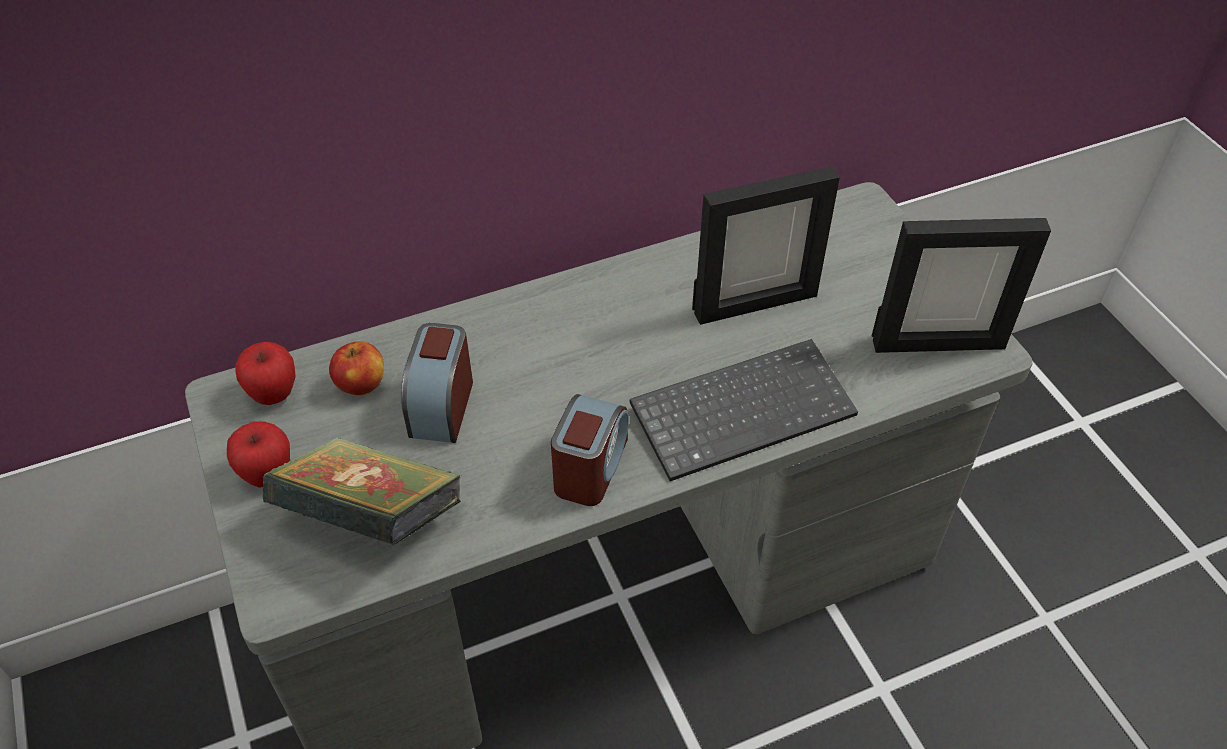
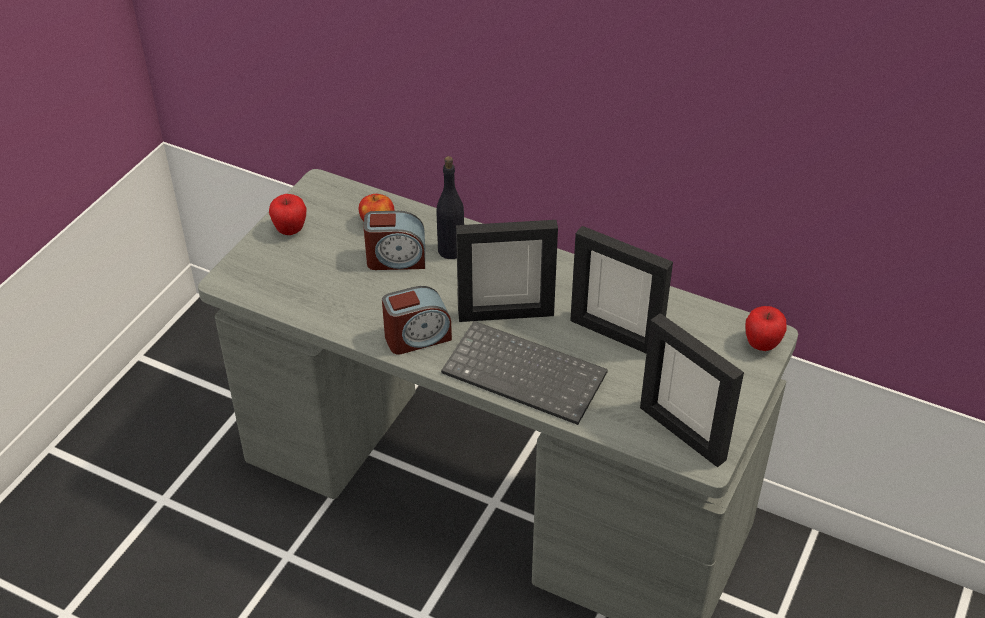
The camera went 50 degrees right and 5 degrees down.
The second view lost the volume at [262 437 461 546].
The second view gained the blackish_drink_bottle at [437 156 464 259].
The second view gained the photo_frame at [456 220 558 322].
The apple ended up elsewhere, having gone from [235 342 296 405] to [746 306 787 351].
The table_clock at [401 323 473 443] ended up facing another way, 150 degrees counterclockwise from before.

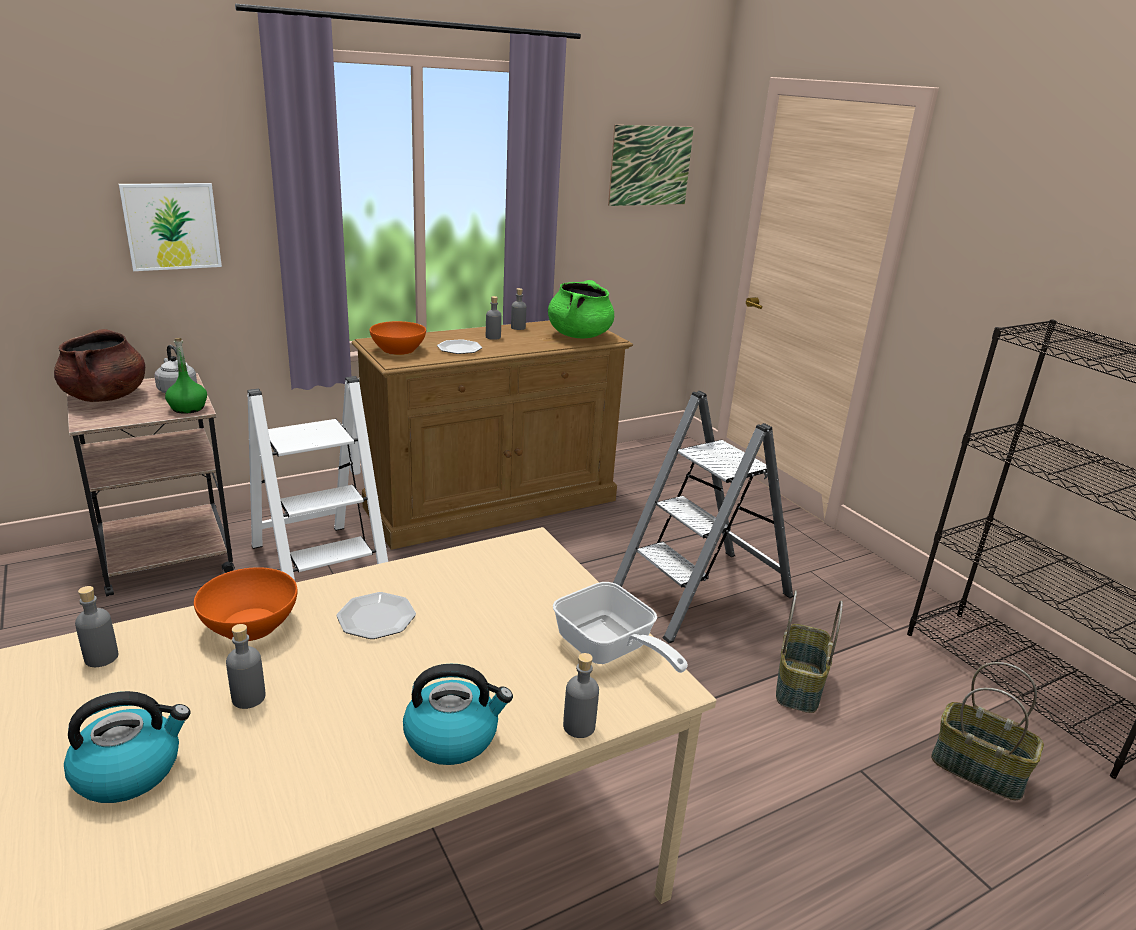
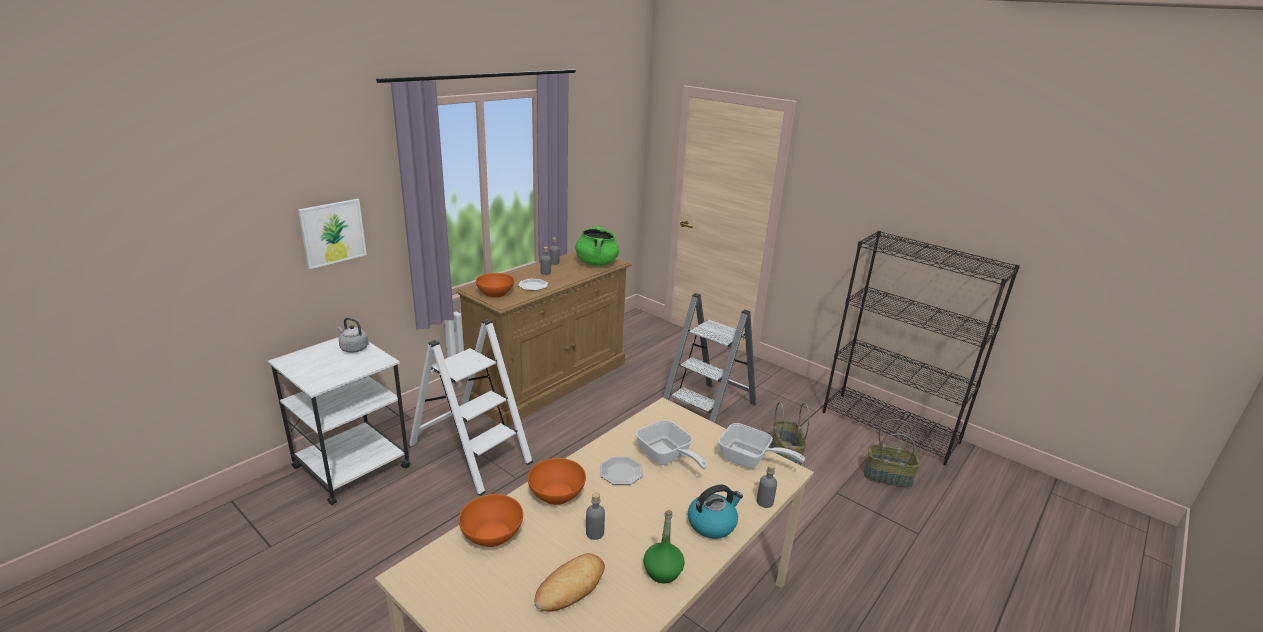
The camera went 20 degrees left and 0 degrees up.
The second view lost the brown_cooking_pot at [54 329 145 402].
The second view lost the picture at [608 125 694 206].
The second view gained the skillet at [636 420 708 469].
The green_drink_bottle ended up elsewhere, having gone from [165 338 207 414] to [644 510 685 583].
Where the water_kettle stood at [64 691 191 803], the bread came to stand at [534 553 605 612].
Where the greyish_drink_bottle stood at [75 586 118 667], the orange_serving_bowl came to stand at [459 494 523 547].
What was the brown_wheeled_cart at [67 373 235 597] turned into the white_wheeled_cart at [268 337 410 505].

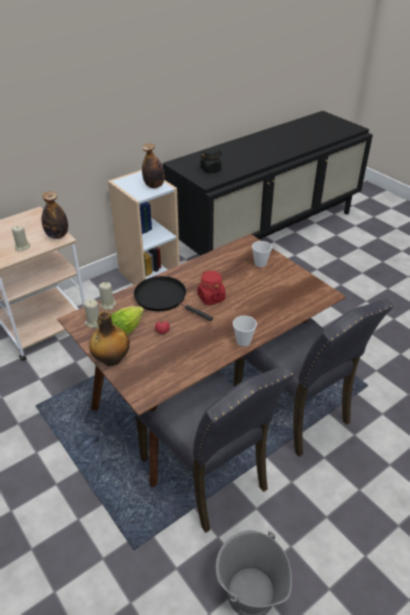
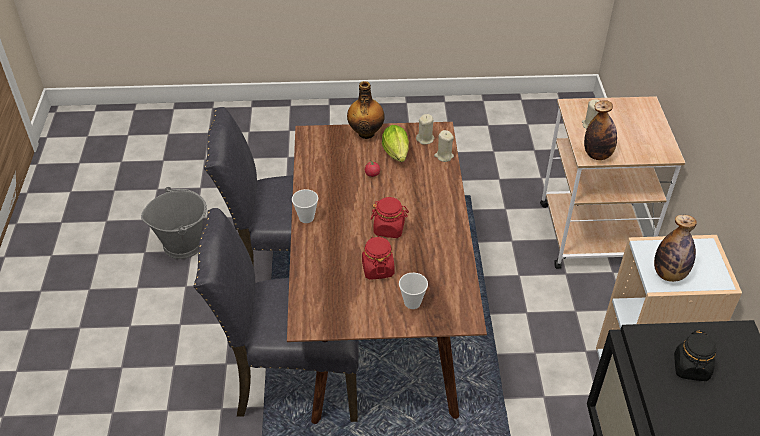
The camera went 125 degrees right and 5 degrees up.
The second view lost the blackish_skillet at [134 276 213 321].
The second view gained the reddish_storage_jar at [362 236 394 280].

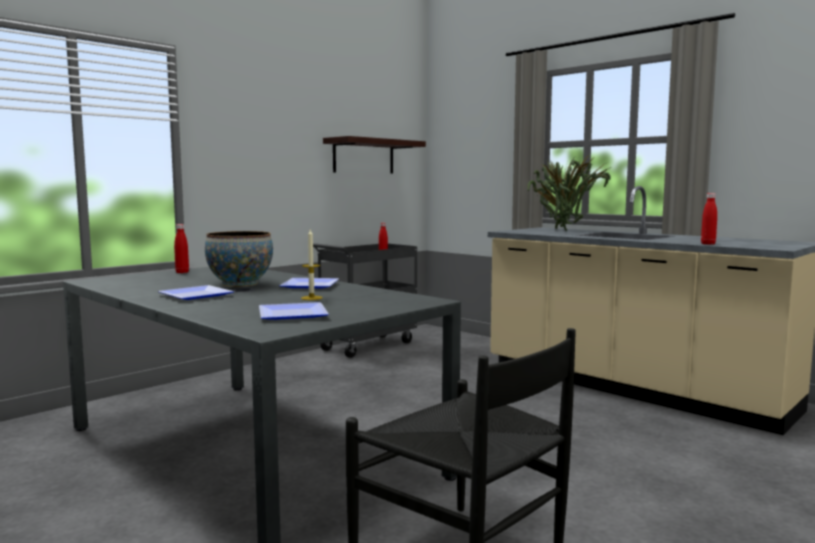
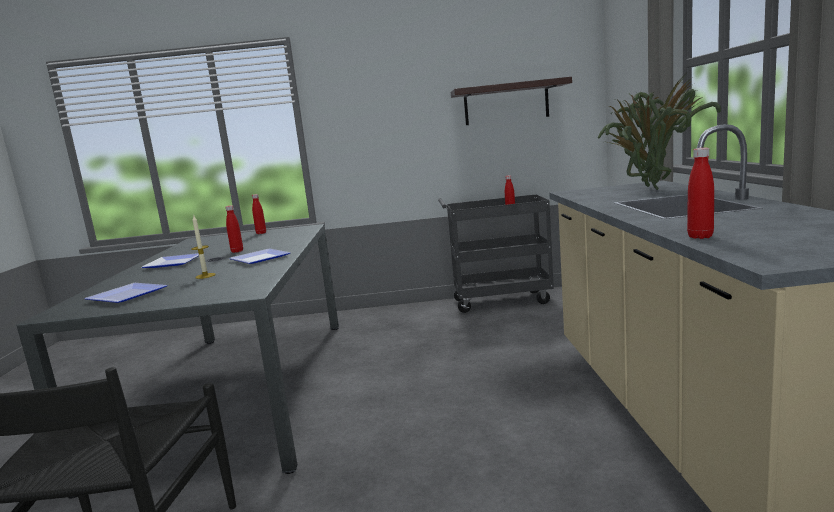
The camera went 45 degrees right and 5 degrees up.
Where the serving_bowl stood at [205 231 273 287], the reddish_drink_bottle came to stand at [226 206 243 253].

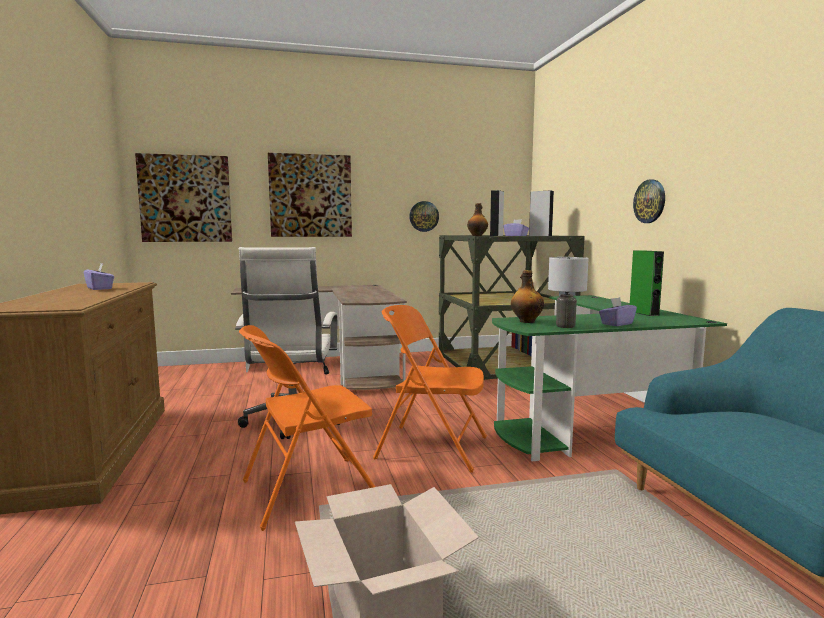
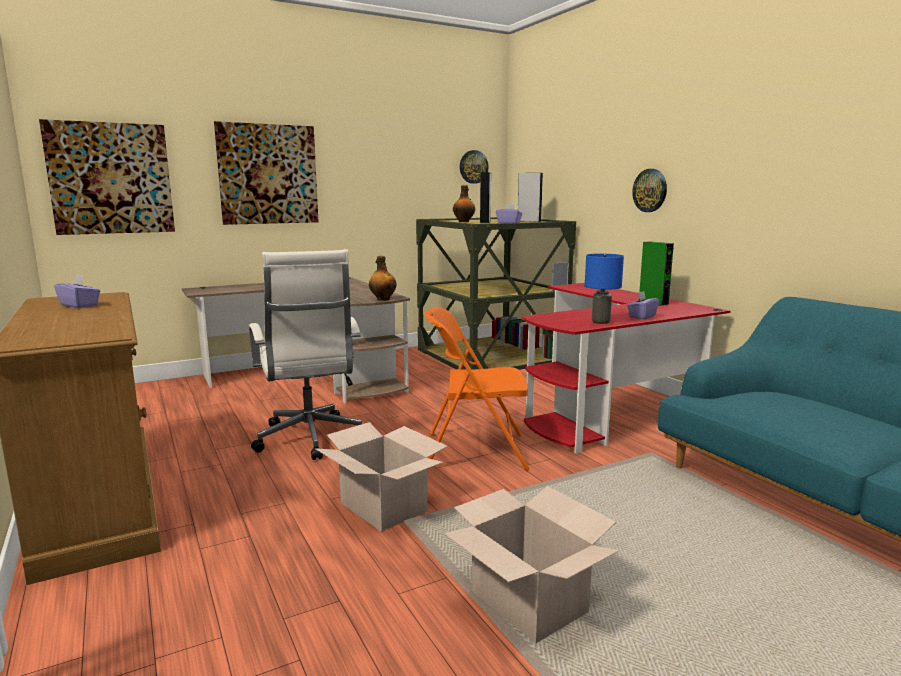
The camera went 15 degrees left and 5 degrees up.
The hanging_clock ended up elsewhere, having gone from [409 201 439 232] to [460 150 489 184].
The drink_bottle ended up elsewhere, having gone from [511 270 544 323] to [369 256 396 301].
Where the orange_upright_chair stood at [239 325 375 531], the packing_box came to stand at [315 422 448 532].
What was the green_desk_table at [492 295 727 461] turned into the reddish_desk_table at [522 283 731 454].
What was the white_table_lamp at [548 256 589 328] turned into the bluish_table_lamp at [585 254 624 324].

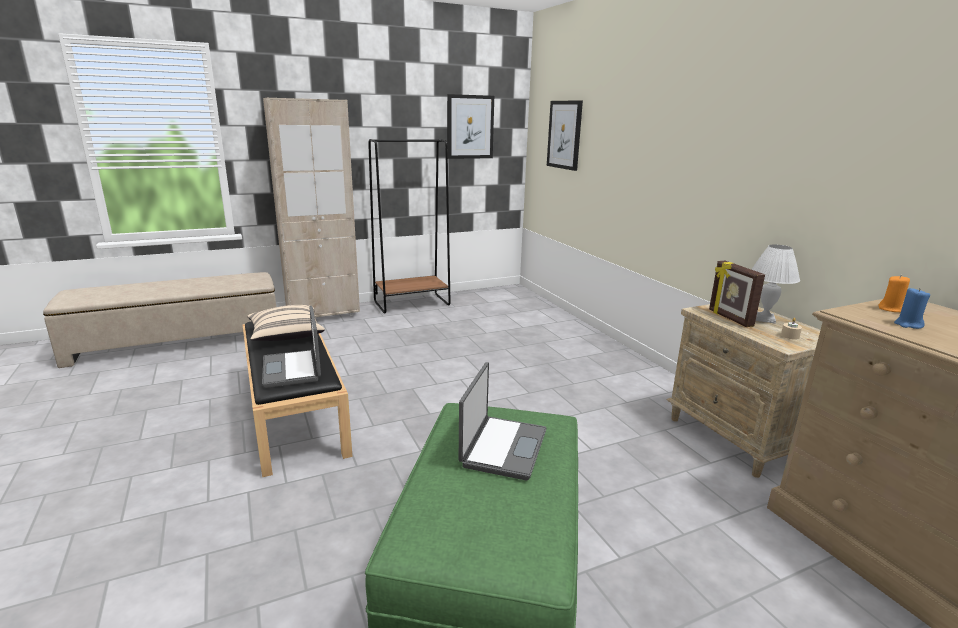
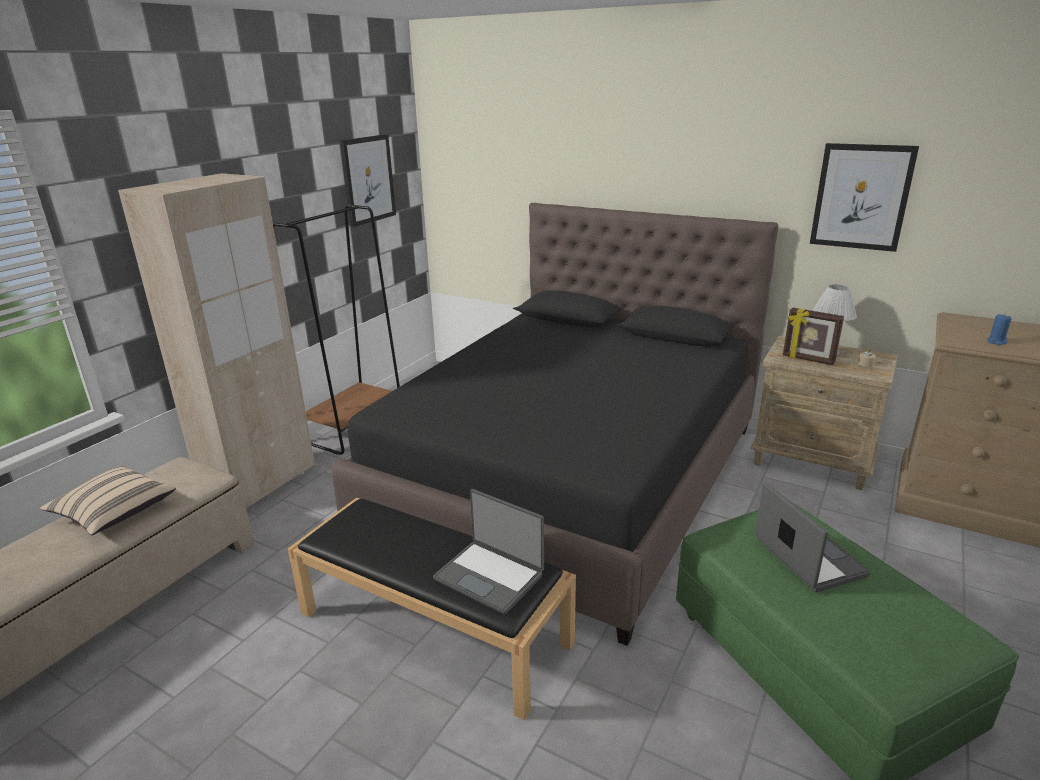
The camera went 35 degrees left and 5 degrees up.
The second view lost the orange_candle at [878 275 910 312].
The second view gained the blackish_bed at [331 203 778 646].
The beige_cushion ended up elsewhere, having gone from [247 305 325 341] to [40 466 176 535].
The picture ended up elsewhere, having gone from [547 100 583 171] to [810 143 919 252].

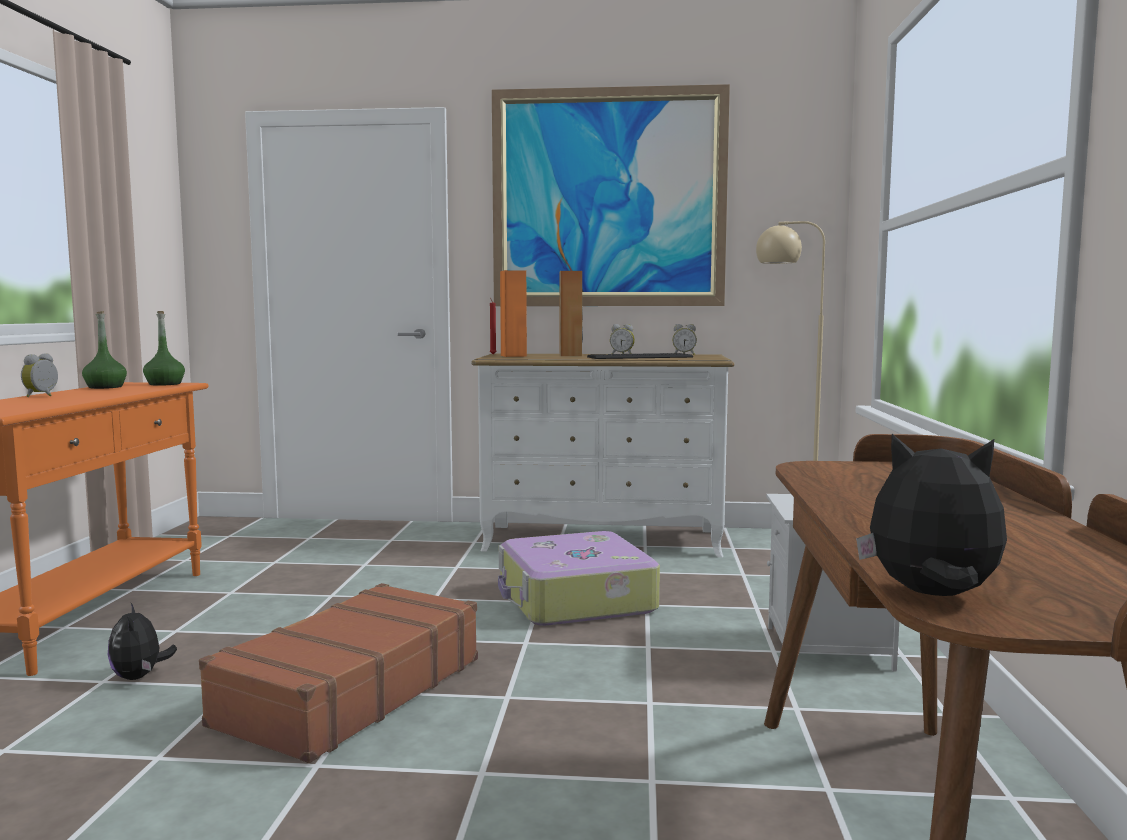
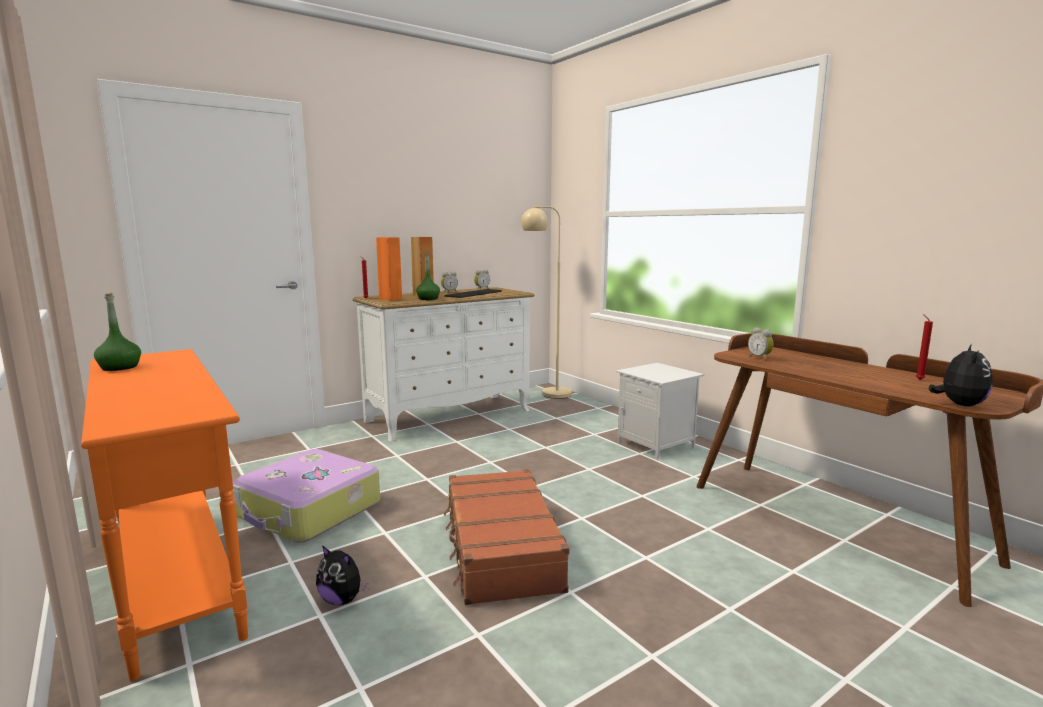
The camera went 40 degrees left and 5 degrees up.
The second view lost the picture at [492 84 730 306].
The second view gained the reddish_candle at [916 314 933 380].
The table_clock ended up elsewhere, having gone from [21 353 58 397] to [748 327 773 360].
The green_drink_bottle ended up elsewhere, having gone from [143 311 185 386] to [416 253 440 300].
The piece_of_luggage ended up elsewhere, having gone from [498 531 660 626] to [232 449 380 543].
The cuddly_toy at [856 434 1007 596] ended up facing another way, 135 degrees clockwise from before.

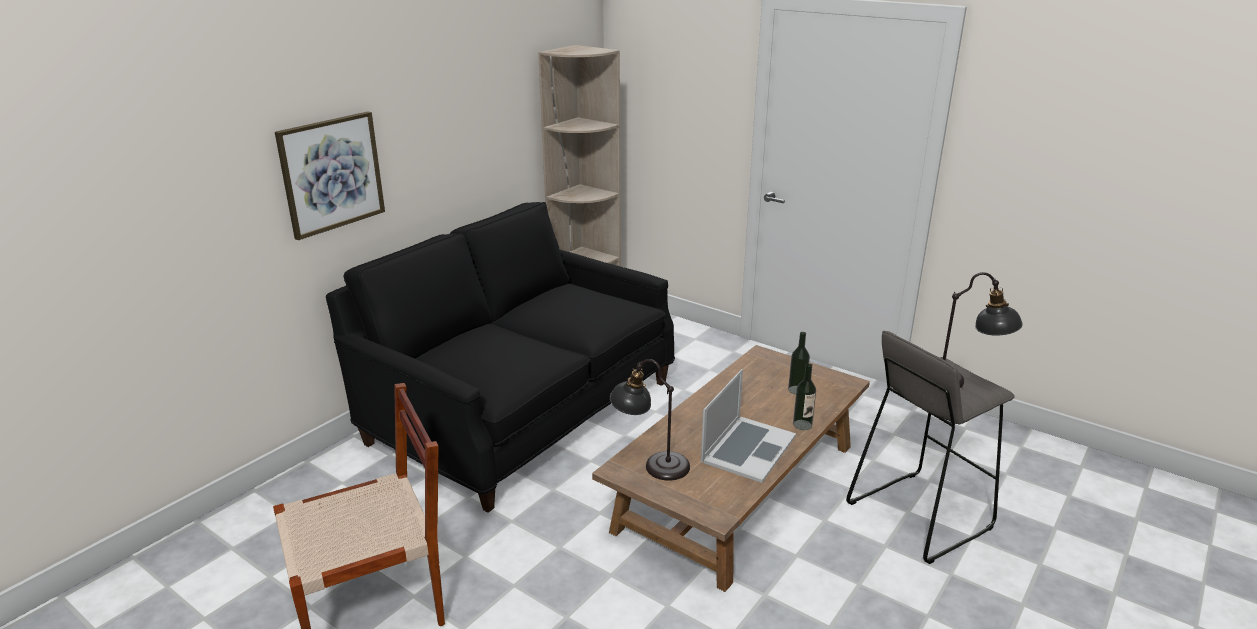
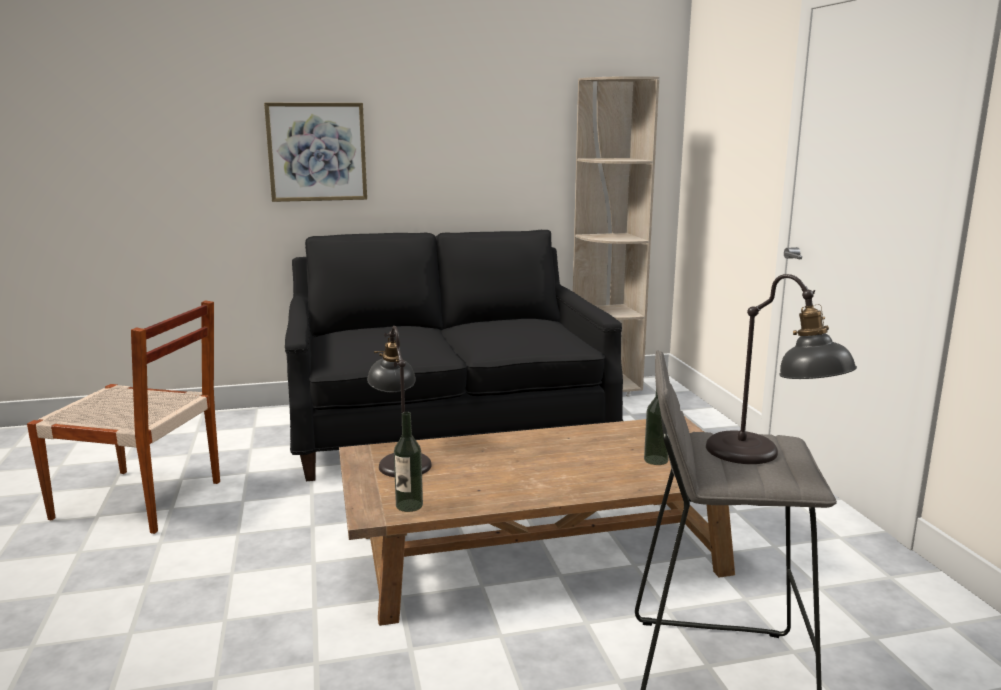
The camera went 40 degrees right and 10 degrees down.
The second view lost the notebook_computer at [701 369 796 483].
The drink_bottle ended up elsewhere, having gone from [793 363 816 430] to [394 412 423 512].

